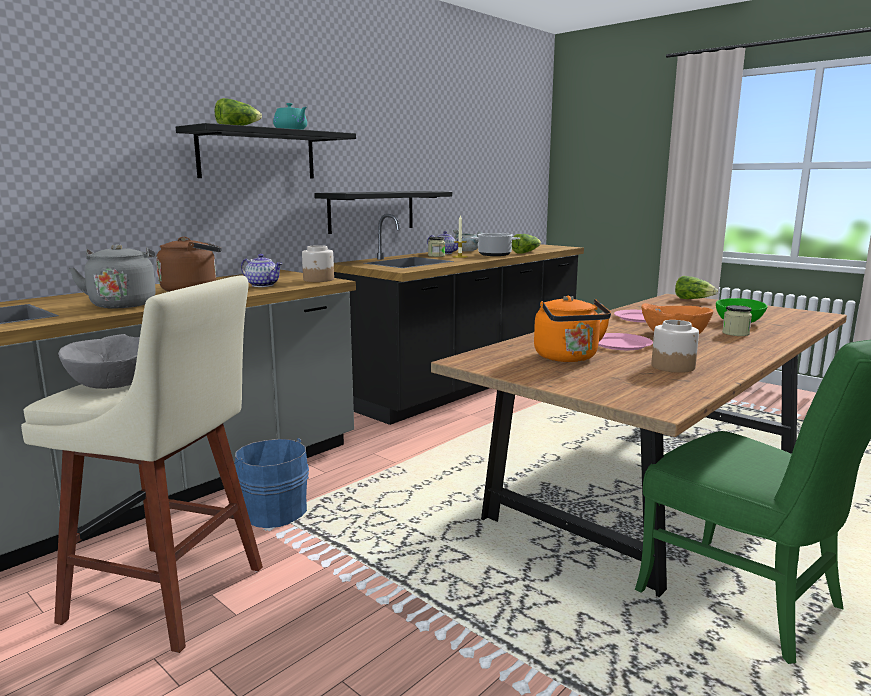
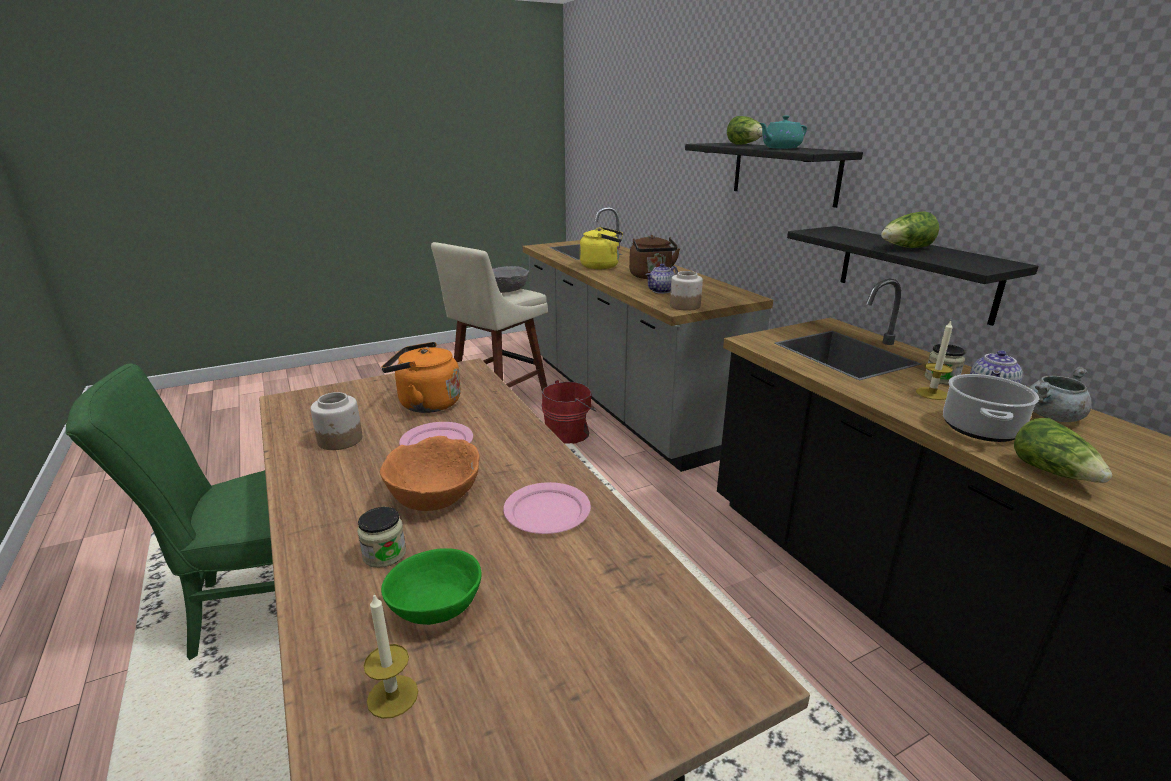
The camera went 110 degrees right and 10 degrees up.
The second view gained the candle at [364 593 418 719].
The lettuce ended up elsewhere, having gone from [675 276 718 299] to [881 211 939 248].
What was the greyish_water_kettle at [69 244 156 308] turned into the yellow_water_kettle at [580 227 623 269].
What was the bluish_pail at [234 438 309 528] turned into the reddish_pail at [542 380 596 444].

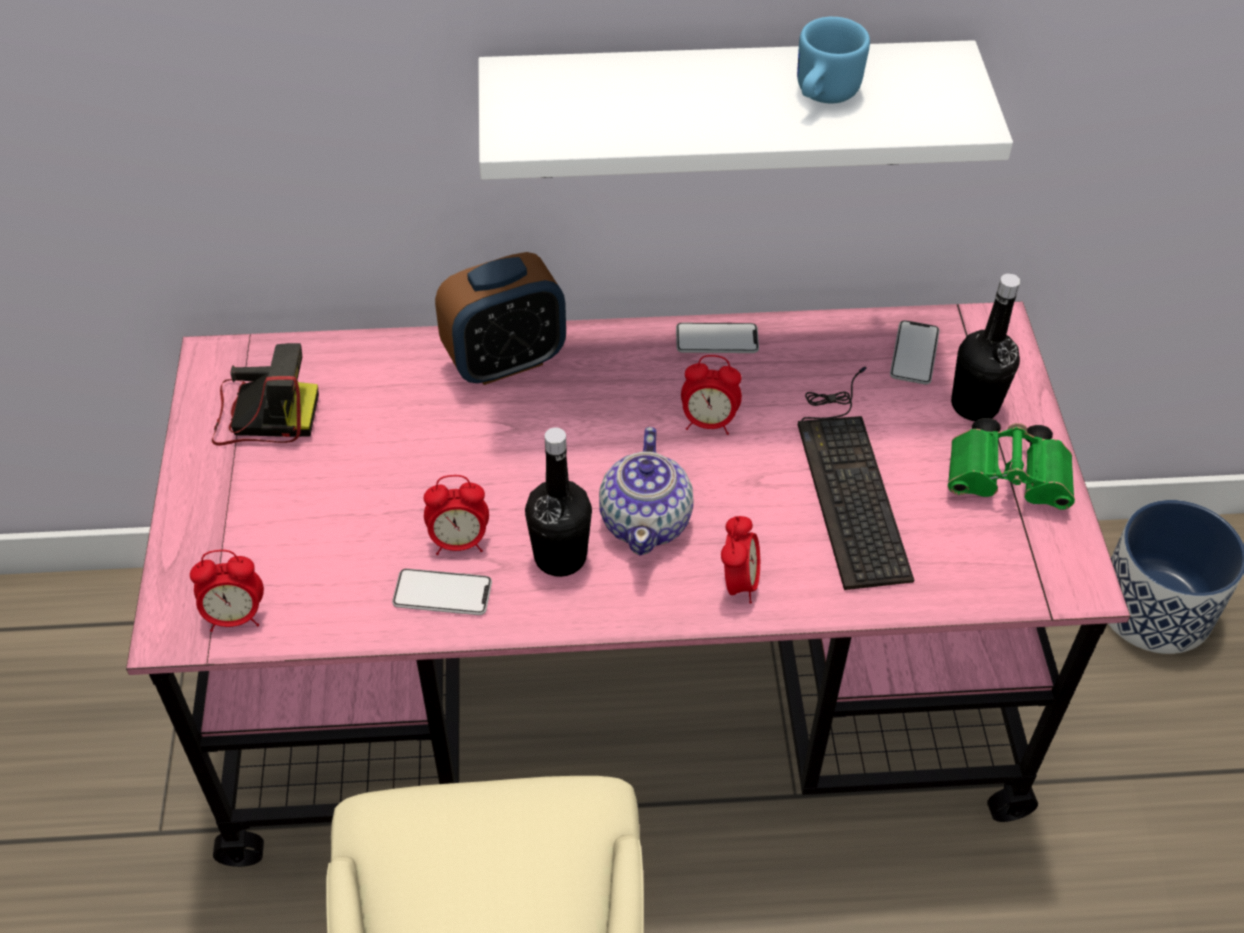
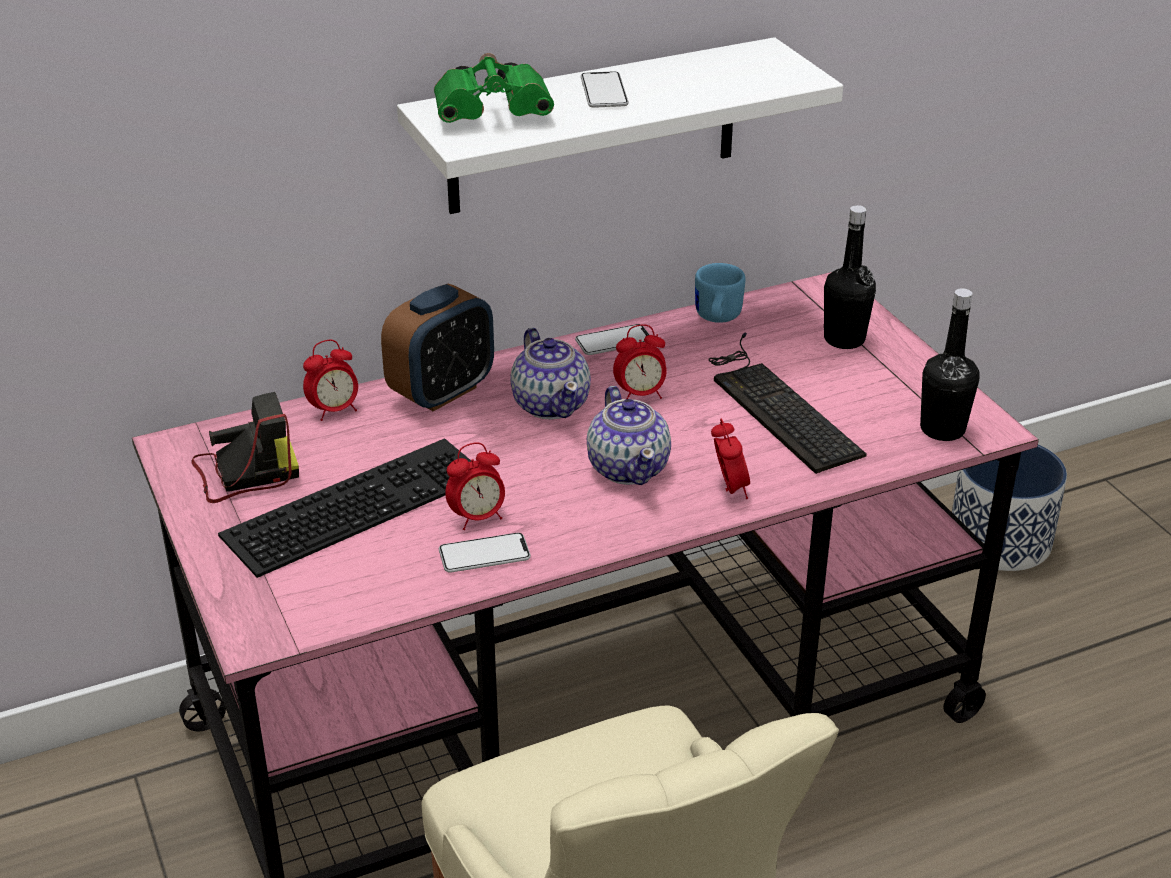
The camera went 20 degrees left and 15 degrees down.
The second view gained the keyboard at [218 438 471 578].
The second view gained the tea_pot at [510 328 591 420].
The table_clock ended up elsewhere, having gone from [190 550 264 632] to [303 340 358 421].
The blackish_drink_bottle ended up elsewhere, having gone from [525 427 592 577] to [920 288 980 441].
The bluish_coffee_mug ended up elsewhere, having gone from [797 17 870 103] to [695 263 745 323].
The phone ended up elsewhere, having gone from [890 320 940 385] to [581 71 629 108].
The green_field_glasses ended up elsewhere, having gone from [948 418 1075 510] to [434 53 554 123].

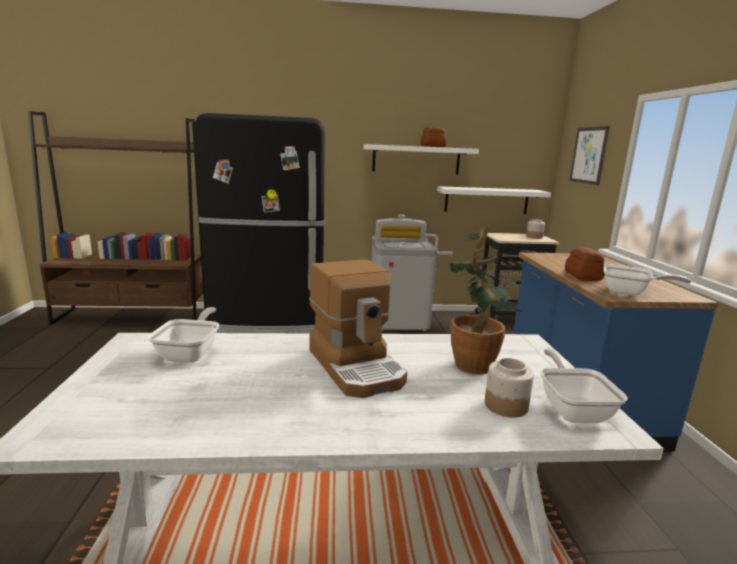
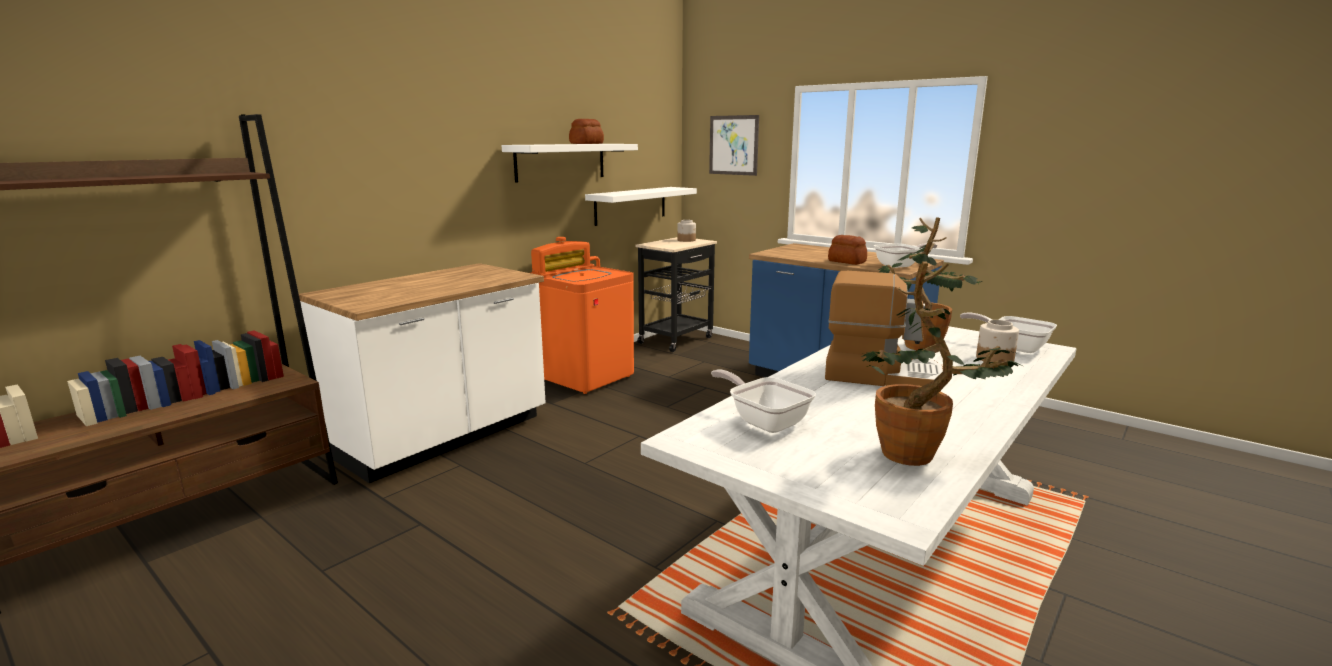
The camera went 45 degrees left and 0 degrees up.
The second view gained the potted_plant at [861 261 1025 466].
Where the blackish_refrigerator stood at [194 113 325 333], the white_kitchen_base_unit came to stand at [299 263 546 483].
What was the greyish_laundry_appliance at [372 214 453 331] turned into the orange_laundry_appliance at [530 237 634 394].

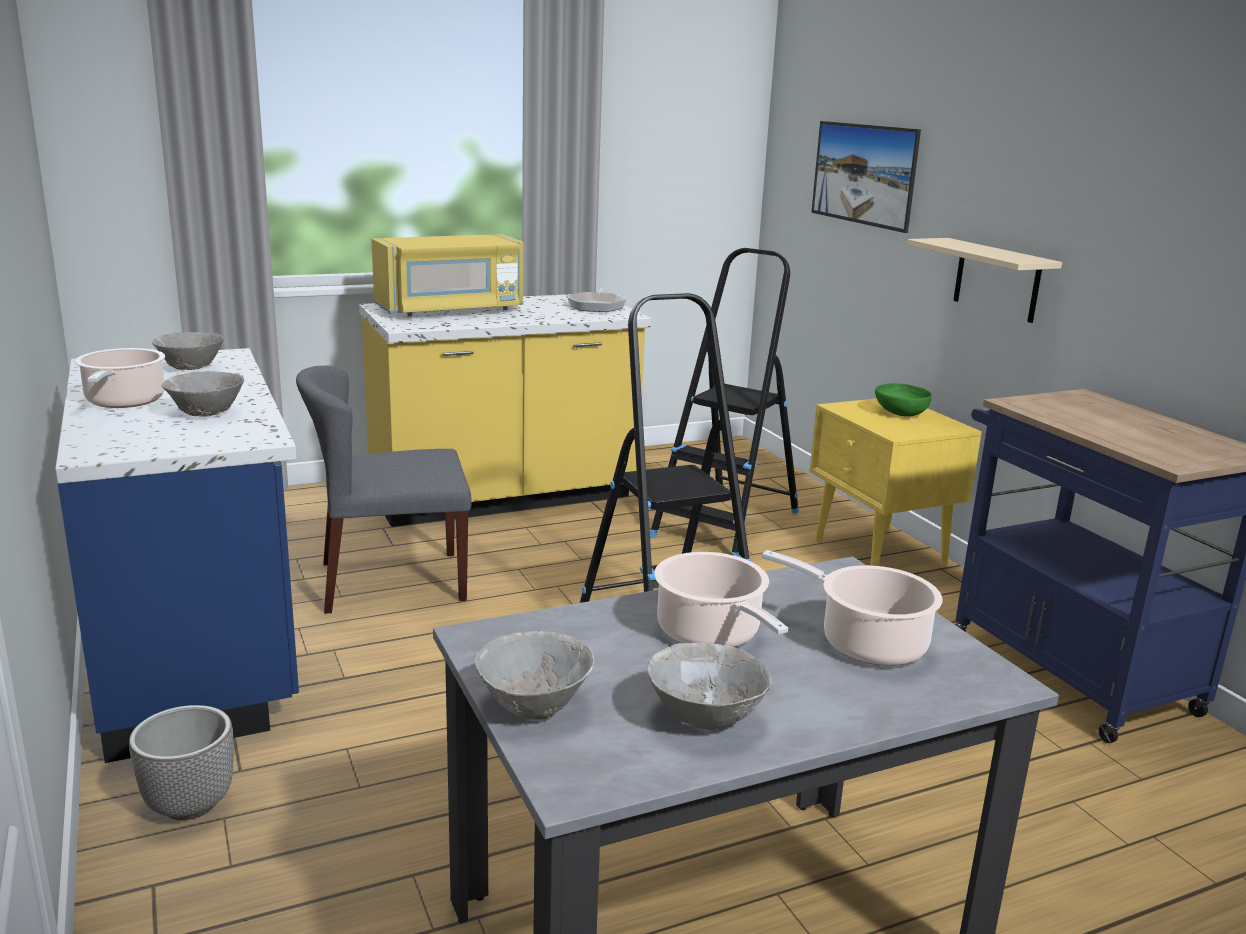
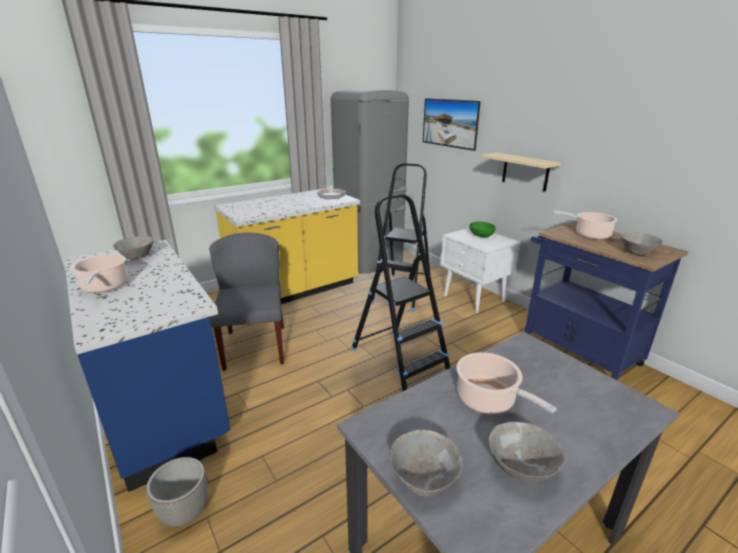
The camera went 10 degrees left and 5 degrees up.
The second view lost the yellow_kitchen_microwave at [371 234 523 317].
The second view gained the greyish_refrigerator at [331 89 409 274].
The greyish_serving_bowl ended up elsewhere, having gone from [162 371 244 417] to [621 232 663 255].
The cooking_pot ended up elsewhere, having gone from [762 550 942 666] to [554 211 618 240].
What was the yellow_night_table at [810 398 982 566] turned into the white_night_table at [440 228 520 313].
The greyish_upright_chair at [296 366 472 614] ended up facing another way, 105 degrees clockwise from before.

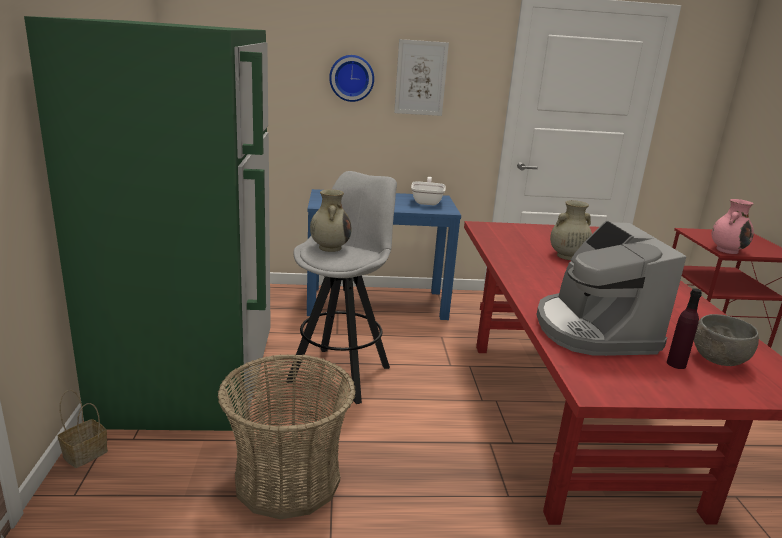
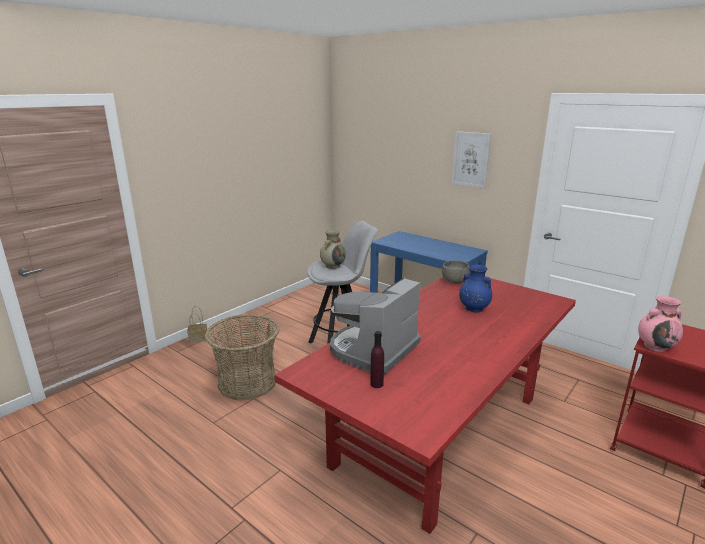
The camera went 45 degrees right and 0 degrees up.
The second view lost the green_refrigerator at [24 16 271 431].
The second view lost the hanging_clock at [329 55 374 102].
The second view lost the skillet at [411 177 446 205].
The greyish_serving_bowl ended up elsewhere, having gone from [694 314 759 366] to [442 260 470 284].
What was the beige_vase at [550 200 592 260] turned into the bluish_vase at [459 265 492 312].

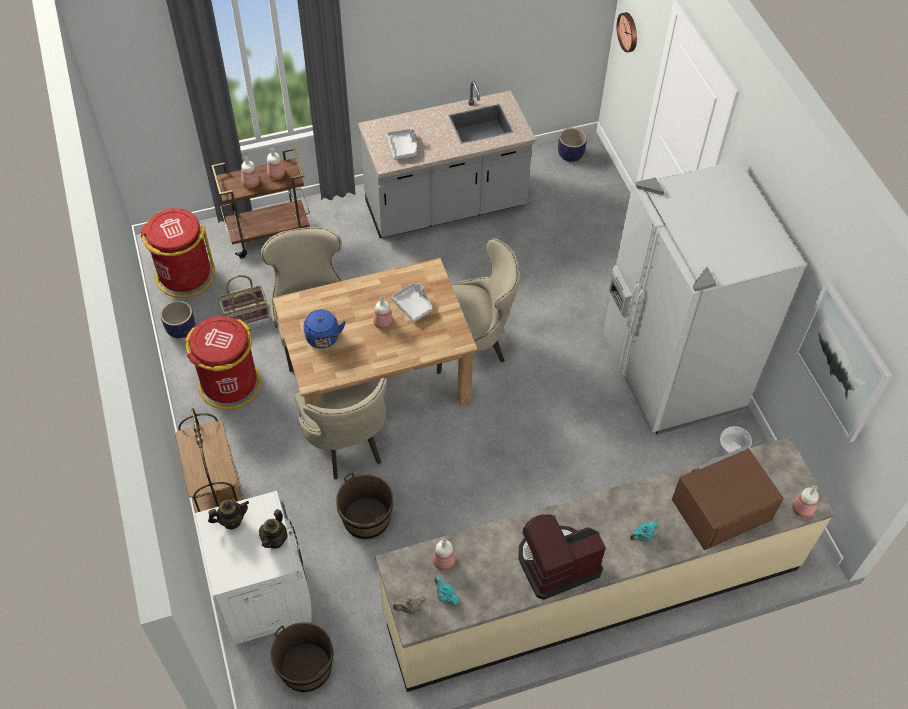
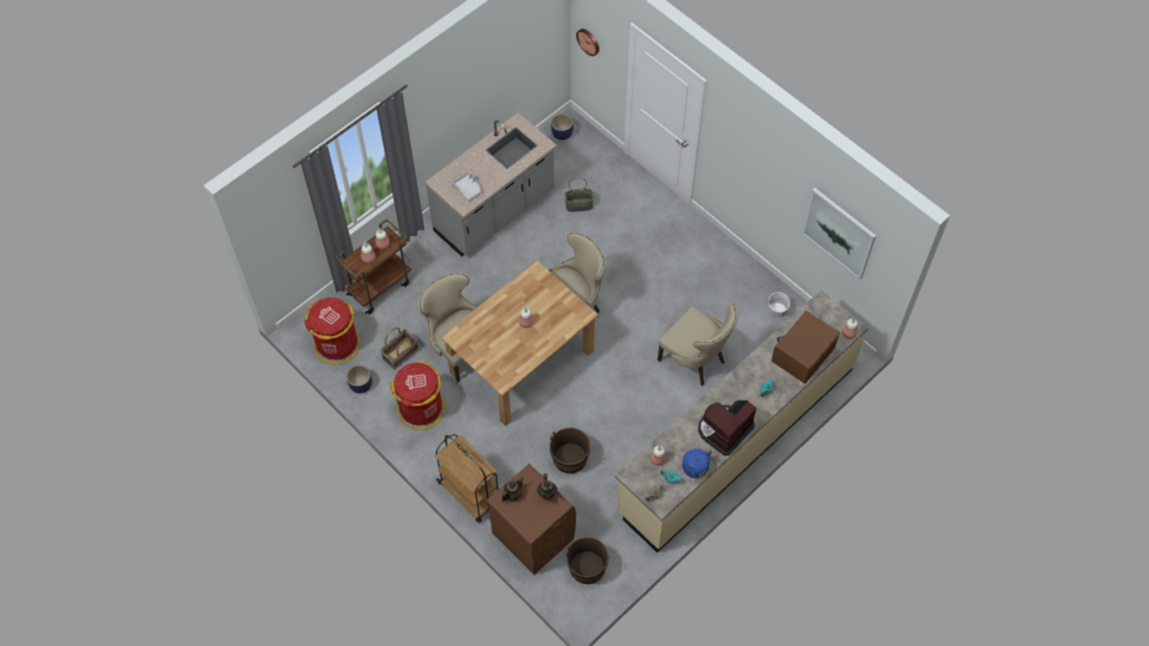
The camera went 25 degrees left and 5 degrees up.
The second view lost the greyish_serving_tray at [391 283 432 322].
The second view lost the white_refrigerator at [602 160 806 435].
The second view gained the storage_basket at [565 178 594 212].
The beige_upright_chair ended up elsewhere, having gone from [295 378 387 479] to [658 304 738 386].
The bluish_water_kettle ended up elsewhere, having gone from [304 309 346 348] to [682 449 715 478].
What was the white_laundry_appliance at [195 491 312 645] turned into the brown_laundry_appliance at [487 464 576 575].

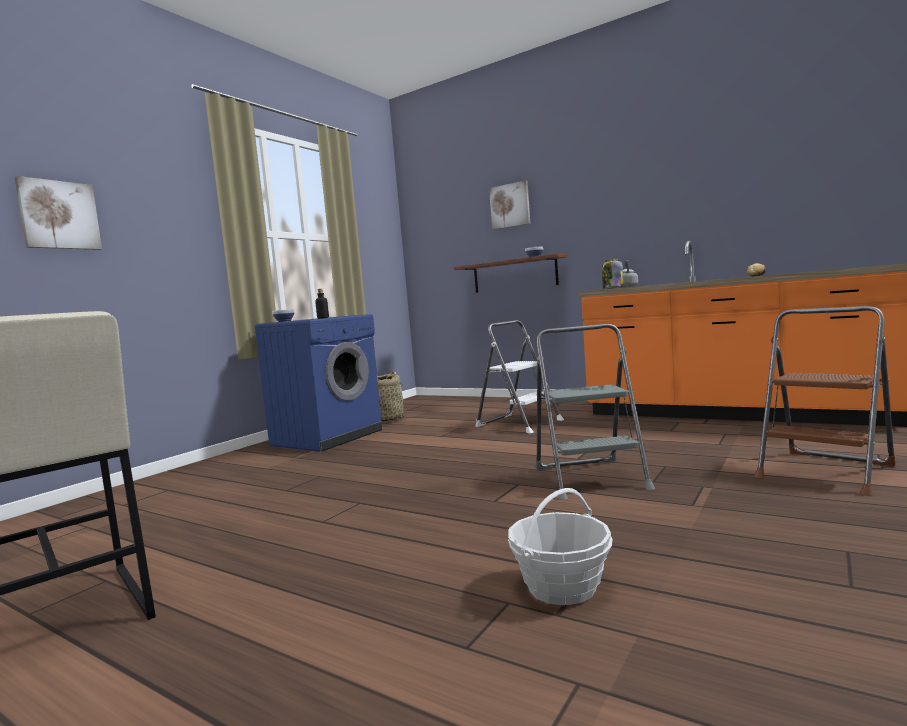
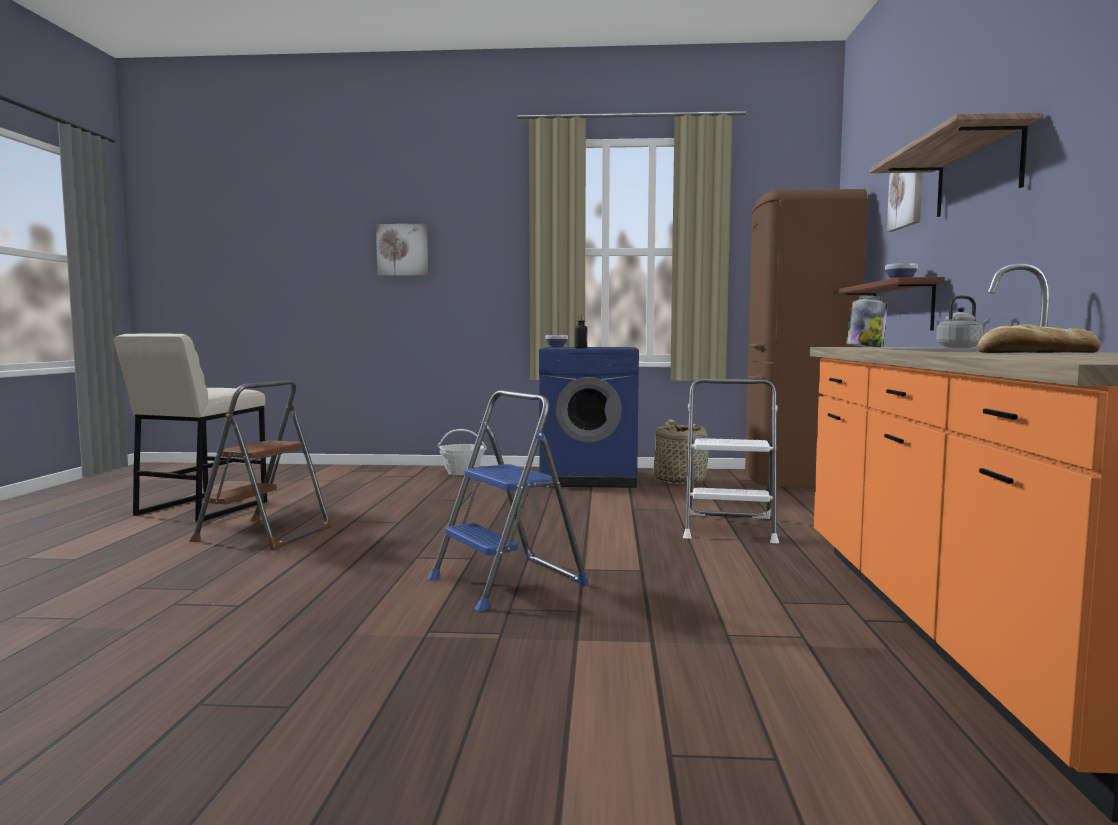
The camera went 60 degrees right and 0 degrees up.
The second view gained the brown_refrigerator at [745 189 868 489].
The second view gained the bracket_shelf at [869 112 1042 217].
The storage_basket ended up elsewhere, having gone from [508 488 612 605] to [438 429 487 476].
The brown_stepladder ended up elsewhere, having gone from [754 306 895 496] to [189 380 332 550].
What was the greyish_stepladder at [536 324 655 500] turned into the bluish_stepladder at [427 390 588 612].

